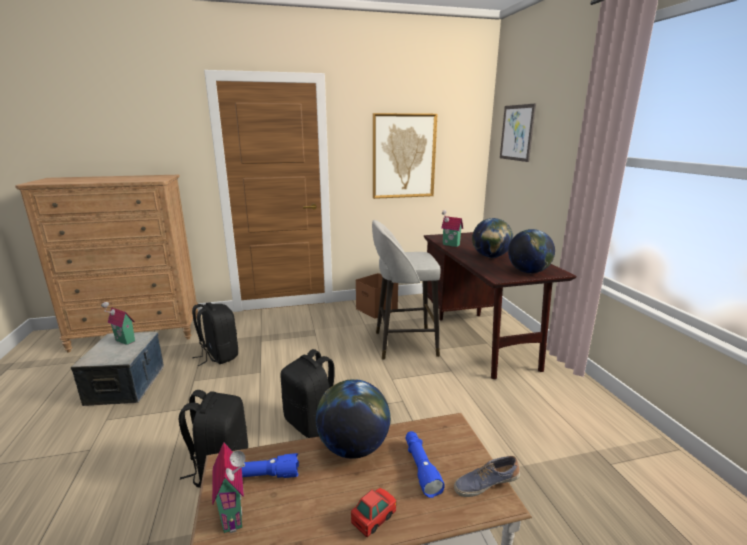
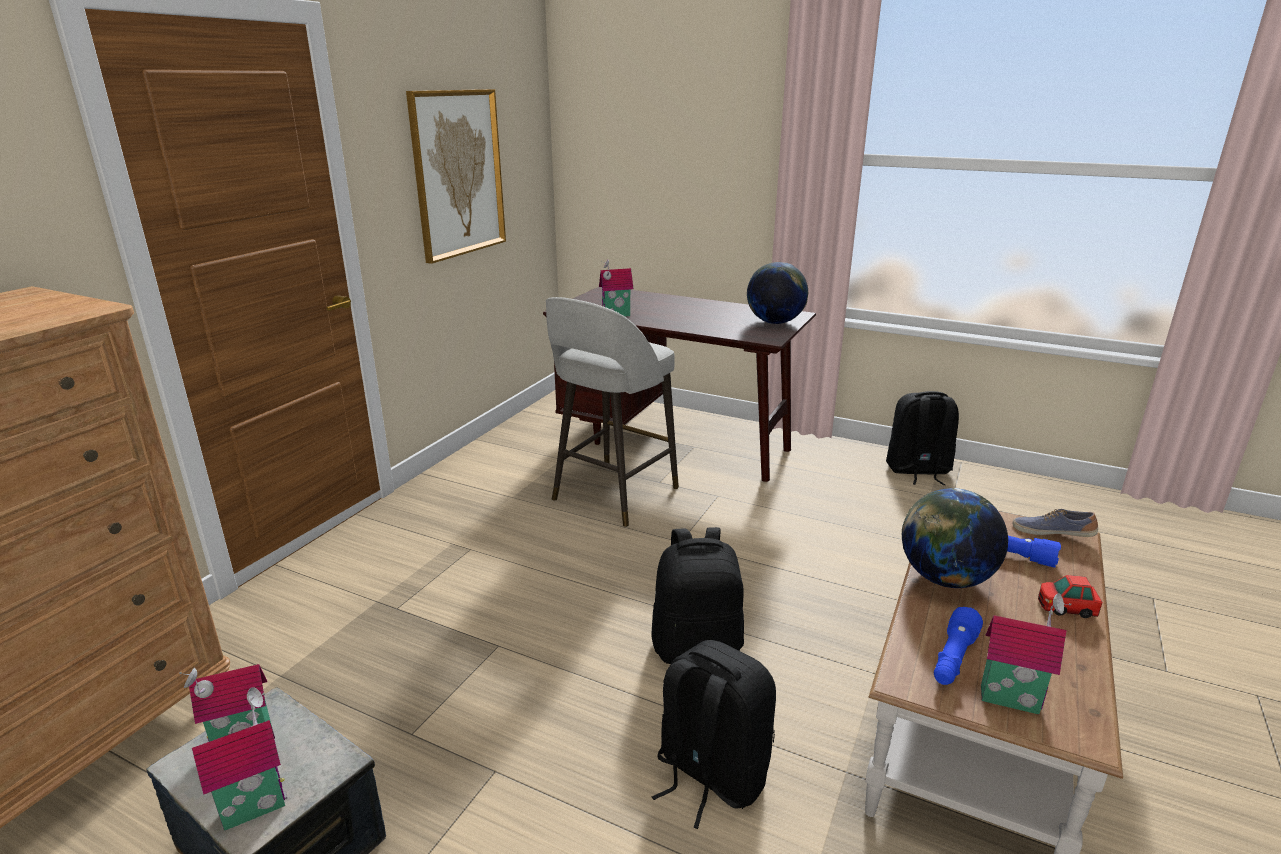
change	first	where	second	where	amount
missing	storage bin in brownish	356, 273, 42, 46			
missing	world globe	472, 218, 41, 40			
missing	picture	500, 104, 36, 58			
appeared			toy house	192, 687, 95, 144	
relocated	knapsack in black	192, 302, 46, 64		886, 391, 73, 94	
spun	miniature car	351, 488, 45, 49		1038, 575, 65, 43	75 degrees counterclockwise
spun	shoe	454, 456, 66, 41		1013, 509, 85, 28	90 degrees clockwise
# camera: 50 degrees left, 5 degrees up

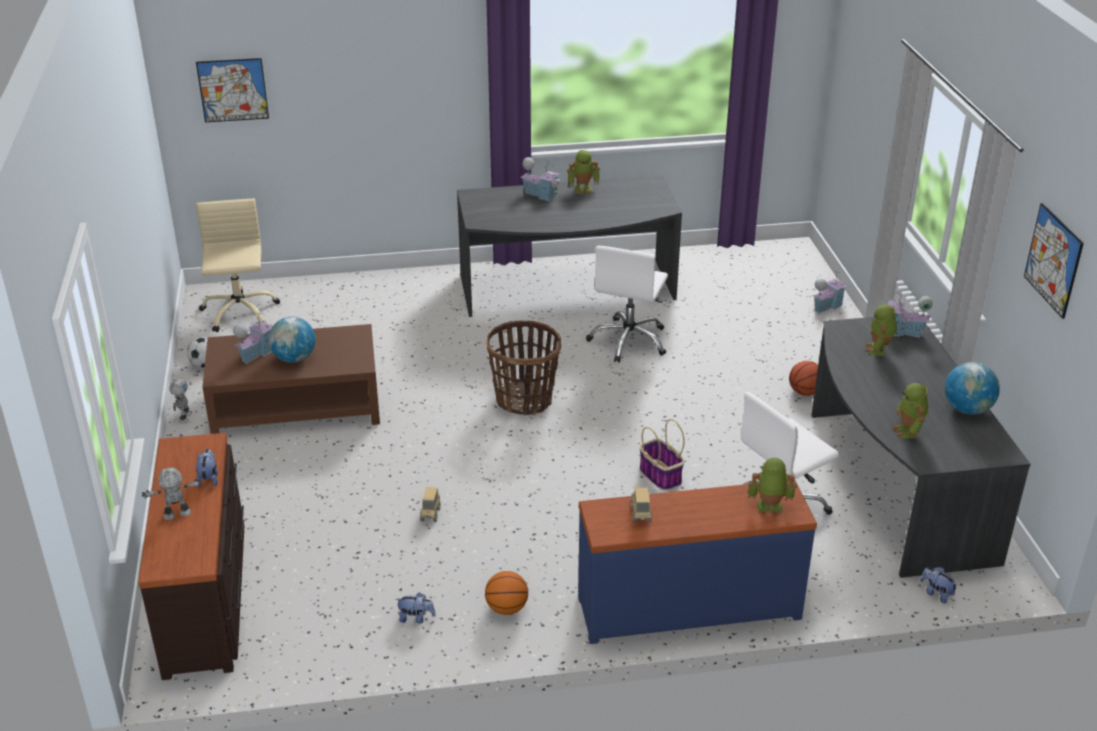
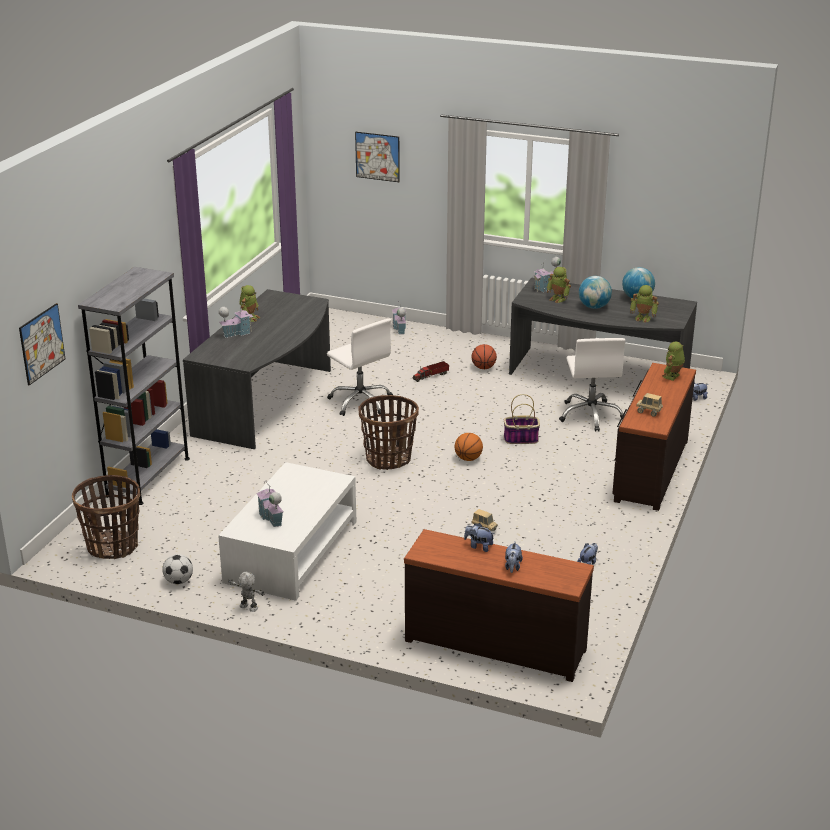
change	first	where	second	where	amount
appeared			shelving unit in greyish	78, 267, 112, 238	
appeared			toy lorry	413, 361, 36, 21	
relocated	world globe	269, 317, 46, 46		579, 276, 33, 33	
relocated	basketball	485, 571, 43, 44		455, 433, 28, 28	
relocated	picture	1024, 203, 60, 116		355, 132, 45, 50	
exchanged	robot figure	142, 467, 61, 53	plush toy	505, 542, 18, 31	
exchanged	computer chair in sand-coloured	196, 199, 84, 133	storage basket	72, 475, 68, 84	
colour	coffee table in brownish	202, 324, 178, 110	coffee table in whitish	218, 462, 138, 139	
colour	drawer chest in blue-coloured	578, 480, 239, 164	drawer chest in brownish	612, 363, 84, 148	
# camera: 60 degrees left, 5 degrees down

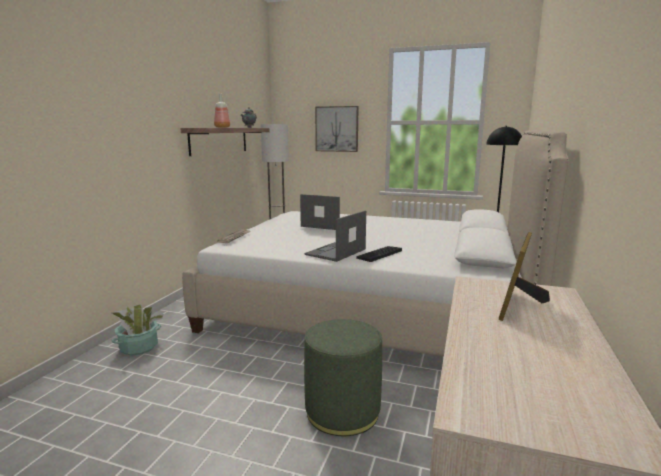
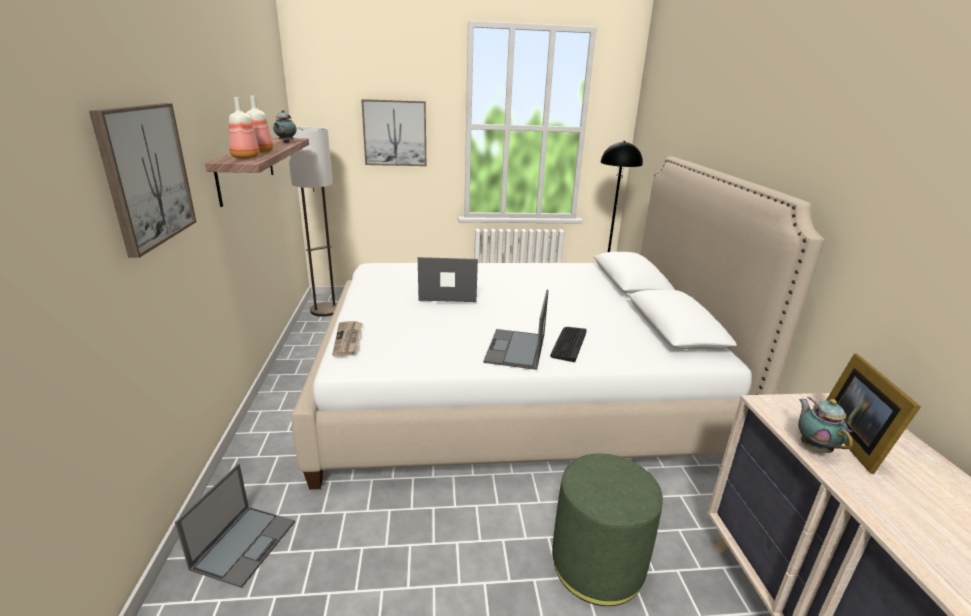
change	first	where	second	where	amount
appeared			picture	89, 103, 107, 155	
appeared			beverage bottle	229, 97, 31, 62	
appeared			pot for tea	798, 397, 55, 56	
exchanged	plant in a pot	111, 304, 53, 52	portable computer	175, 464, 120, 124	
# camera: 25 degrees left, 10 degrees up

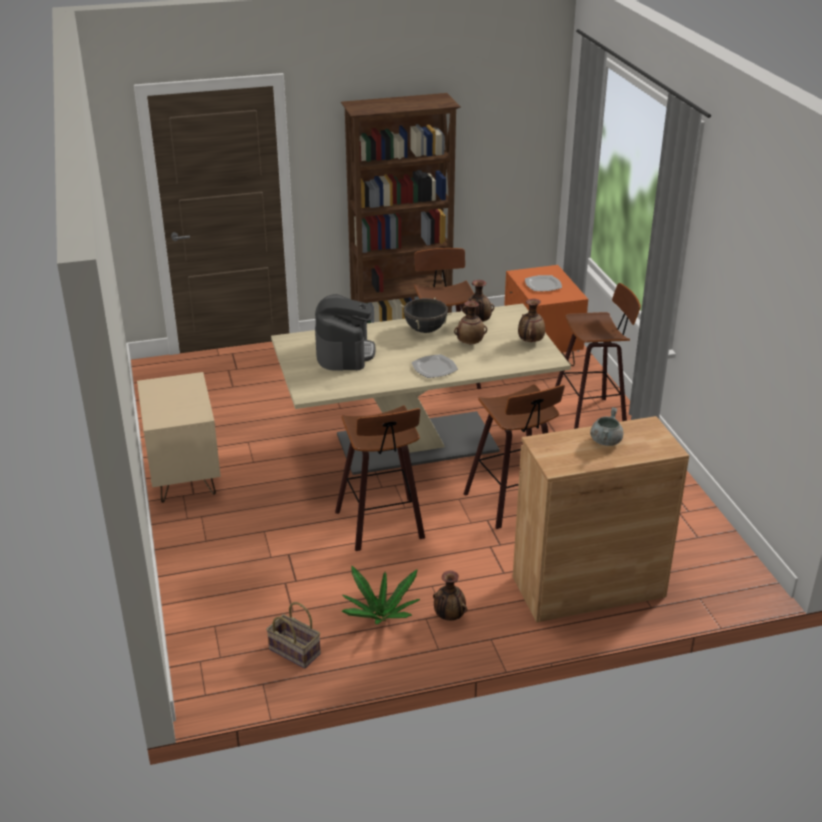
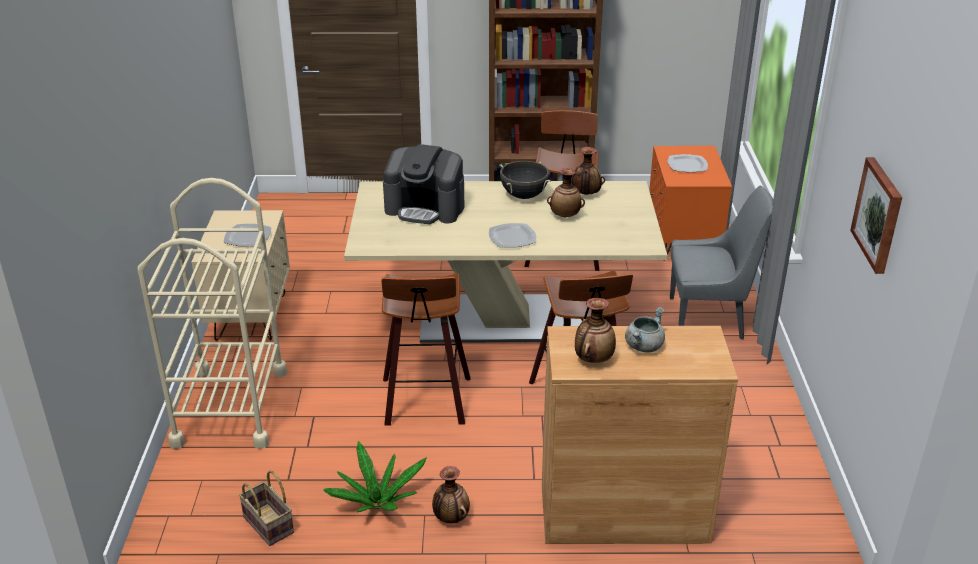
change	first	where	second	where	amount
appeared			trolley in sand-coloured	138, 178, 149, 271	
appeared			plate	224, 224, 47, 22	
appeared			picture	850, 157, 52, 117	
relocated	vase	518, 299, 27, 43		575, 298, 41, 65	
exchanged	stool	555, 283, 86, 146	chair in greyish	670, 186, 103, 154	
spun	coffee maker	315, 294, 60, 77		383, 144, 81, 80	90 degrees clockwise
# camera: 15 degrees right, 0 degrees up

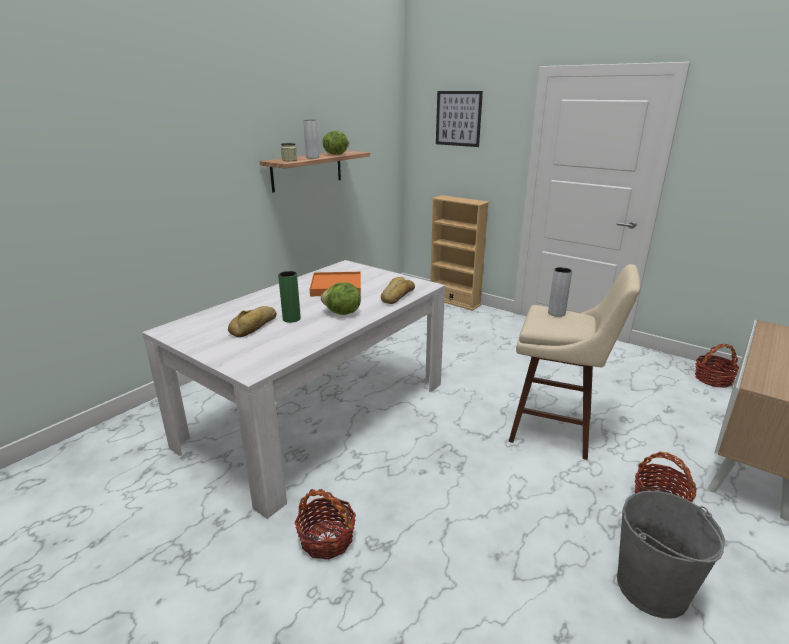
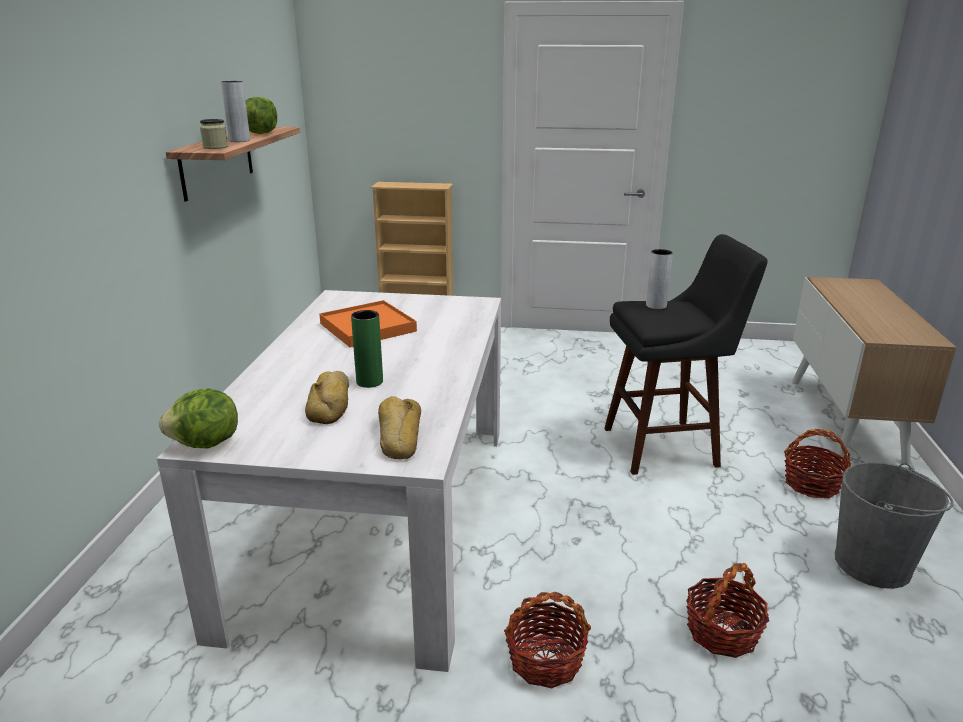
change	first	where	second	where	amount
missing	picture	436, 91, 47, 56			
relocated	lettuce	321, 282, 40, 33		159, 389, 79, 59	
relocated	baked bread	381, 277, 34, 27		378, 396, 43, 63	
relocated	storage basket	695, 344, 44, 44		686, 563, 83, 95	
colour	stool in sand-coloured	509, 264, 131, 196	stool in black	604, 234, 164, 241	
# camera: 30 degrees left, 0 degrees up

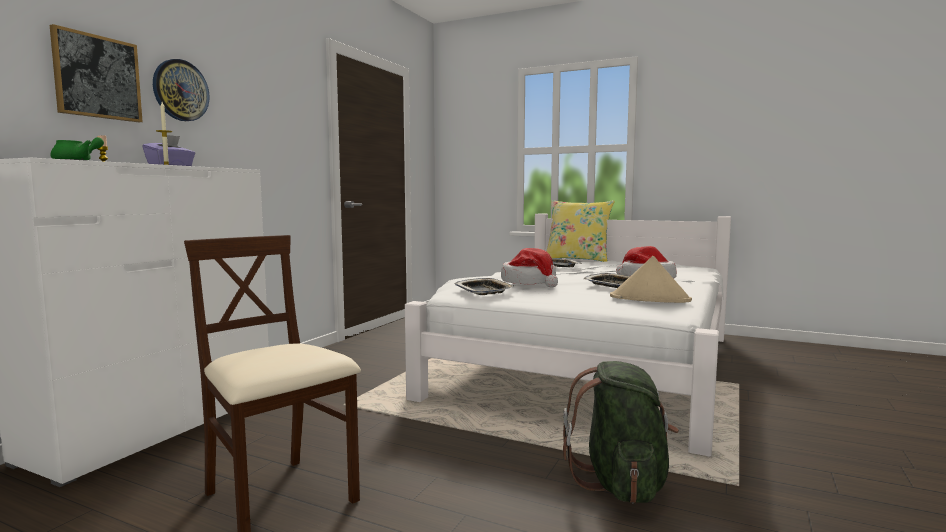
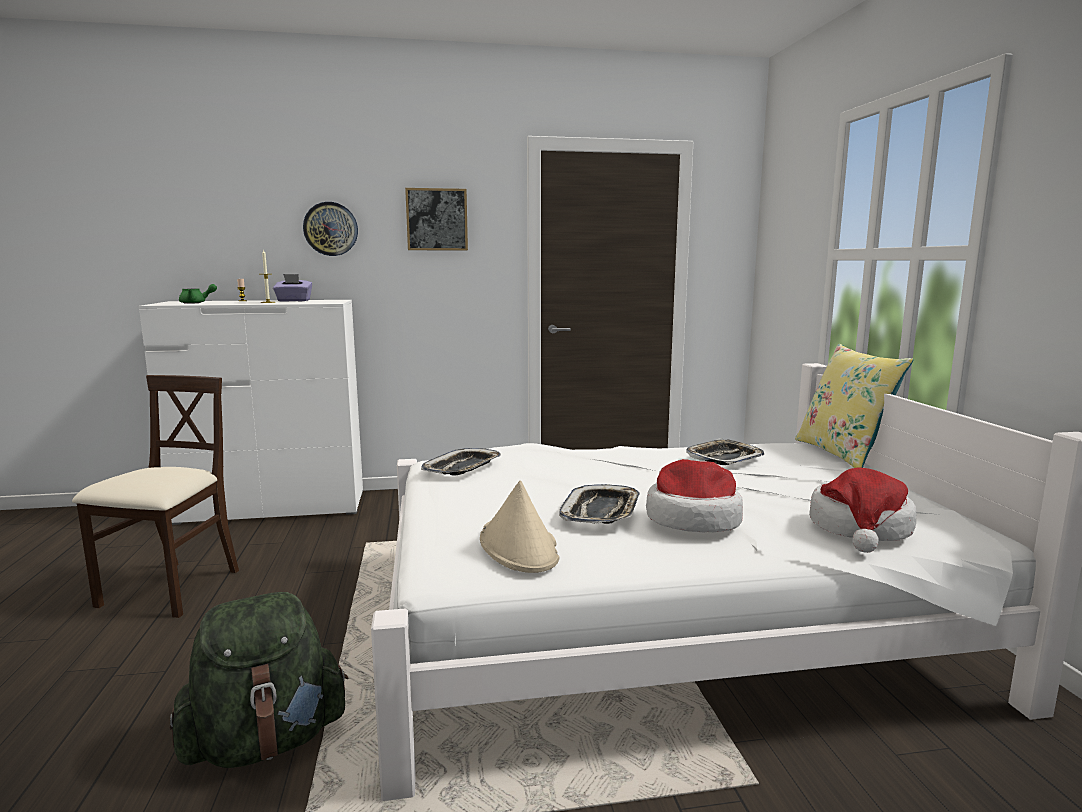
change	first	where	second	where	amount
relocated	picture	50, 24, 93, 98		405, 188, 63, 62	
relocated	clothing hat	501, 248, 57, 40		809, 468, 107, 85	
# camera: 55 degrees right, 5 degrees up

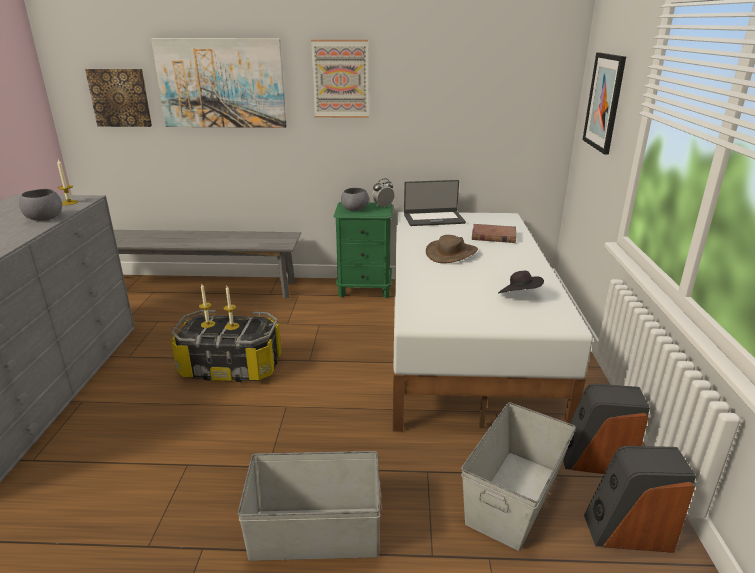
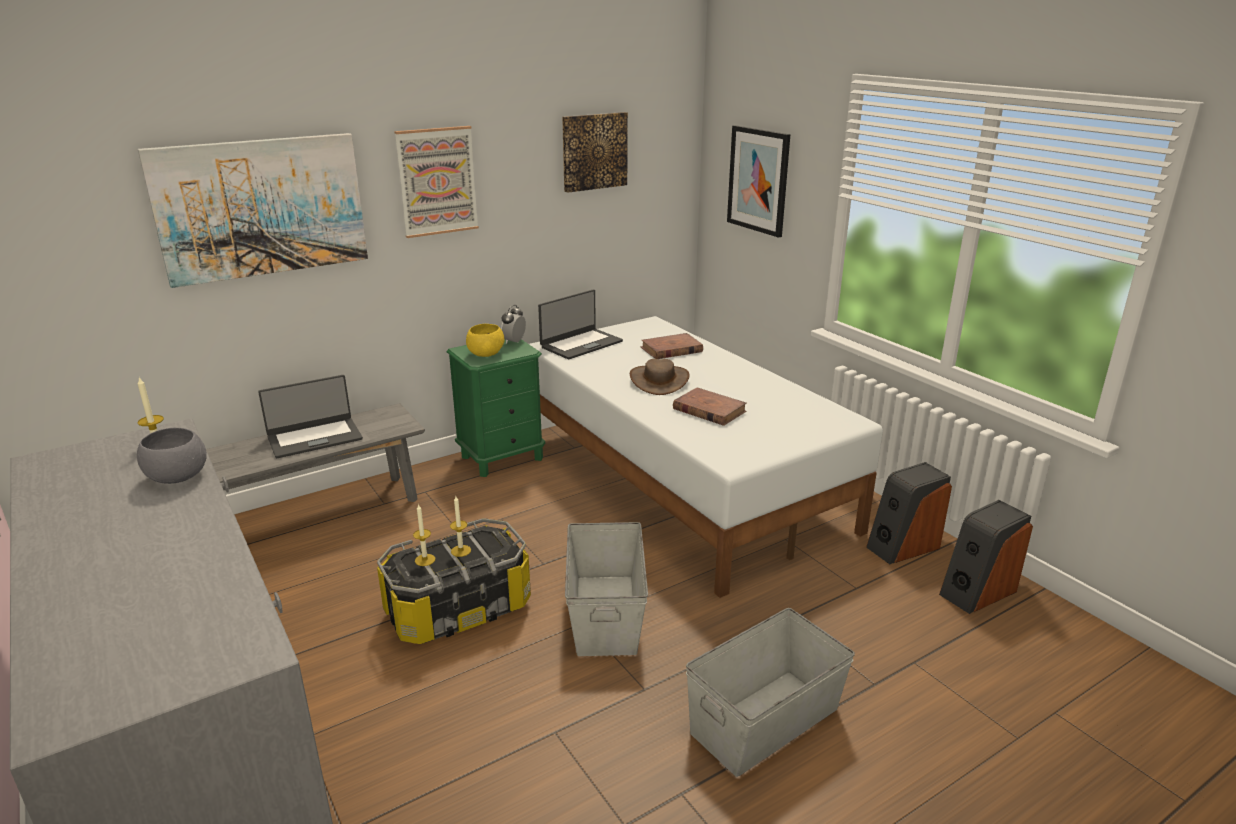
change	first	where	second	where	amount
missing	clothing hat in black	498, 271, 46, 22			
appeared			portable computer	258, 375, 105, 83	
appeared			bound book in brownish	673, 387, 74, 39	
relocated	picture	85, 69, 67, 58		562, 112, 66, 81	
relocated	storage bin in greyish	461, 402, 115, 149		565, 522, 83, 134	
colour	deep dish in greyish	341, 188, 28, 23	deep dish in yellow	466, 324, 39, 33	
# camera: 35 degrees left, 0 degrees up

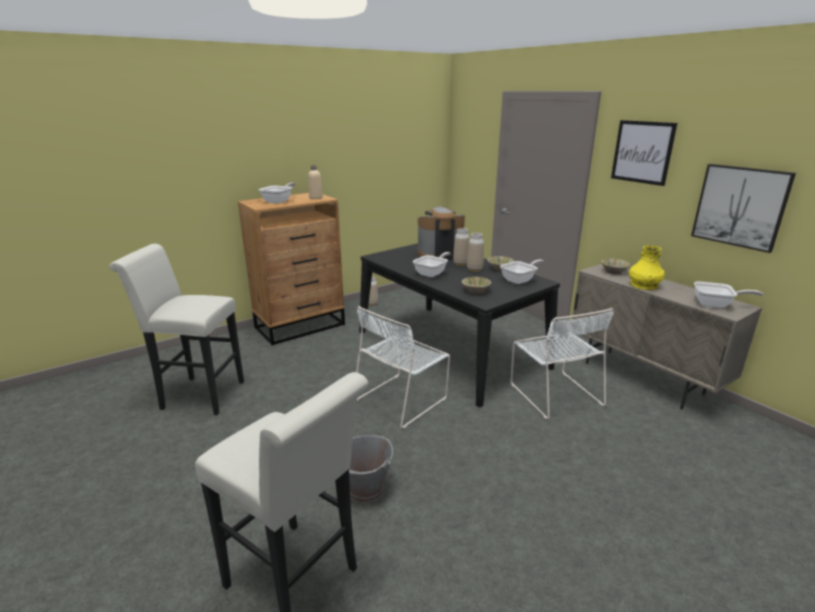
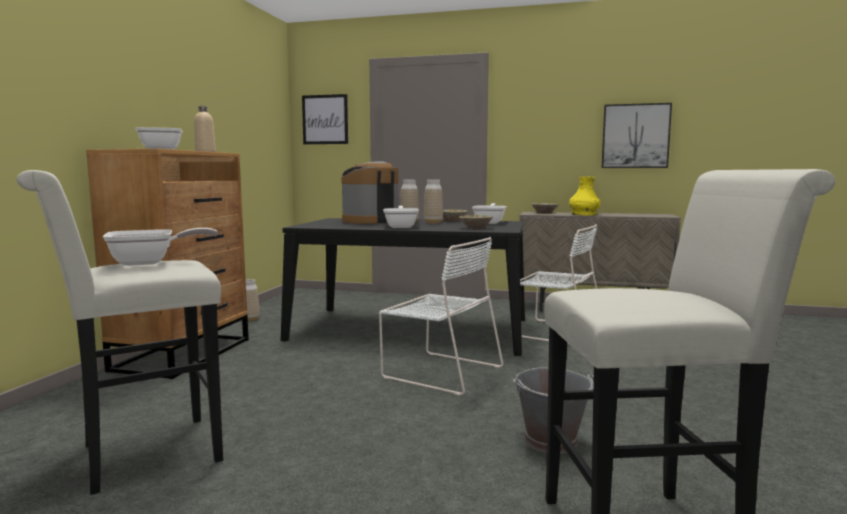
change	first	where	second	where	amount
relocated	picture	611, 120, 66, 66		302, 94, 46, 50	
relocated	frying pan	694, 281, 70, 27		103, 228, 115, 38	
spun	chair in whitish	356, 306, 94, 122		379, 237, 124, 159	60 degrees counterclockwise
# camera: 40 degrees left, 15 degrees down

